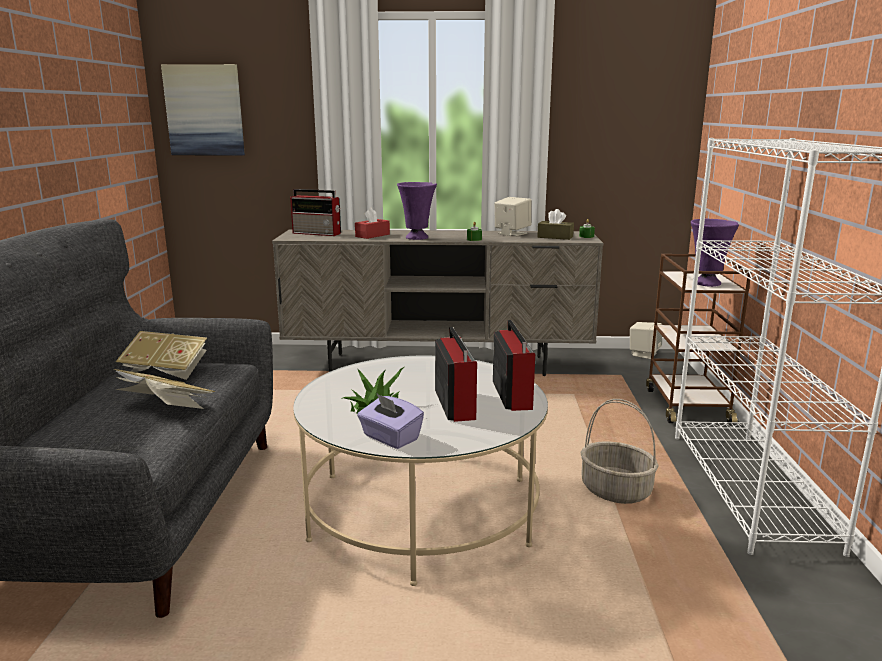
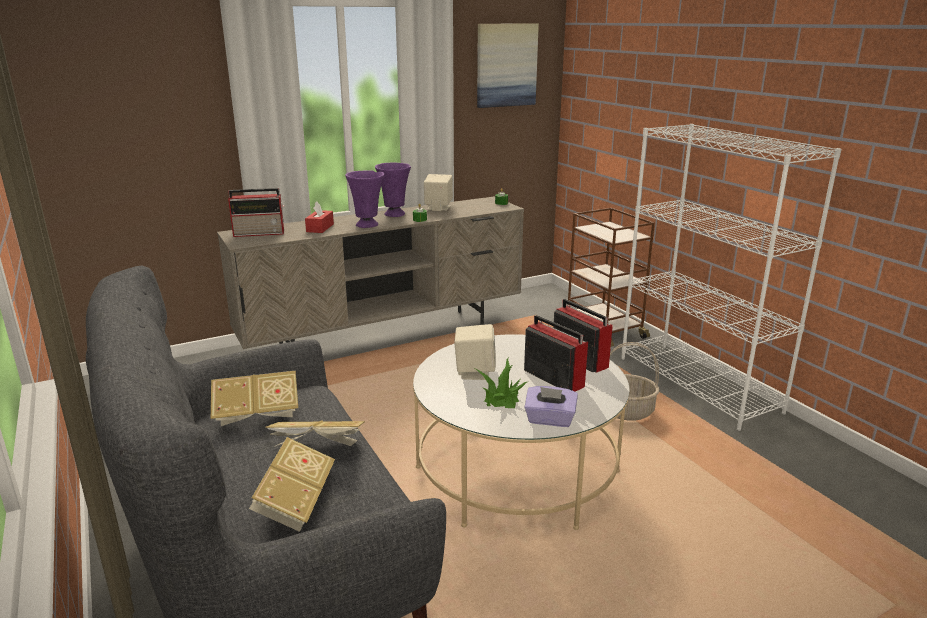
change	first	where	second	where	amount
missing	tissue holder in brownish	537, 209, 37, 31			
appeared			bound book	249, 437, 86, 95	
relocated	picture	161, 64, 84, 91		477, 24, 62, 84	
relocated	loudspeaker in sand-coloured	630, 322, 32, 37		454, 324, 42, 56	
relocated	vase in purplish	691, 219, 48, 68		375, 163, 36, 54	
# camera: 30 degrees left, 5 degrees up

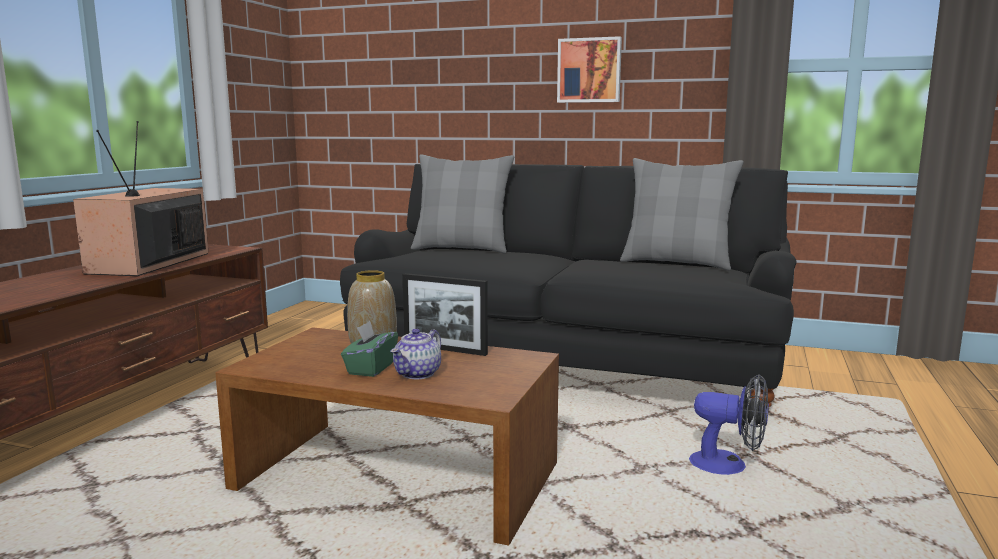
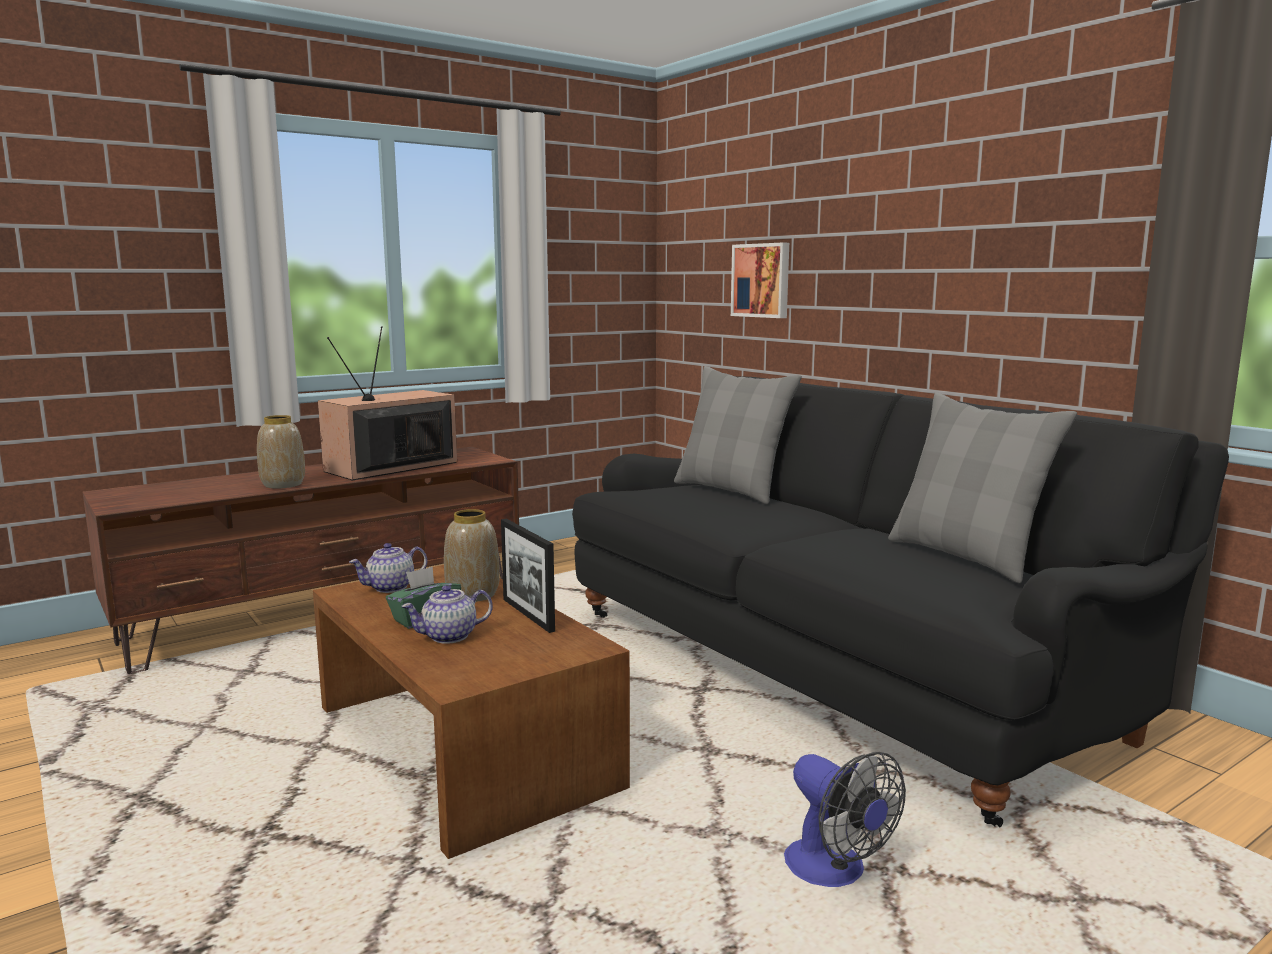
change	first	where	second	where	amount
appeared			vase	257, 415, 48, 74	
appeared			pot for tea	349, 543, 78, 50	
relocated	picture	557, 36, 65, 67		731, 243, 58, 75	
# camera: 35 degrees right, 0 degrees up

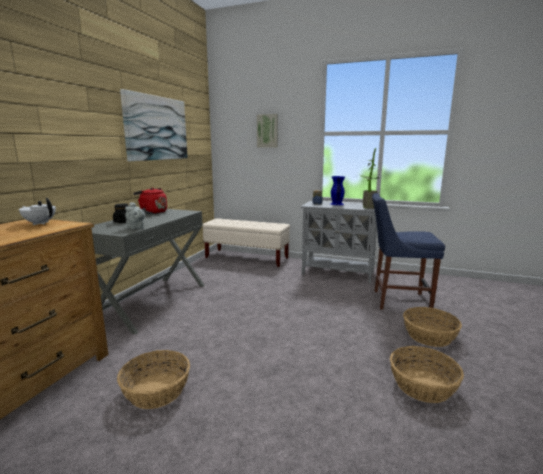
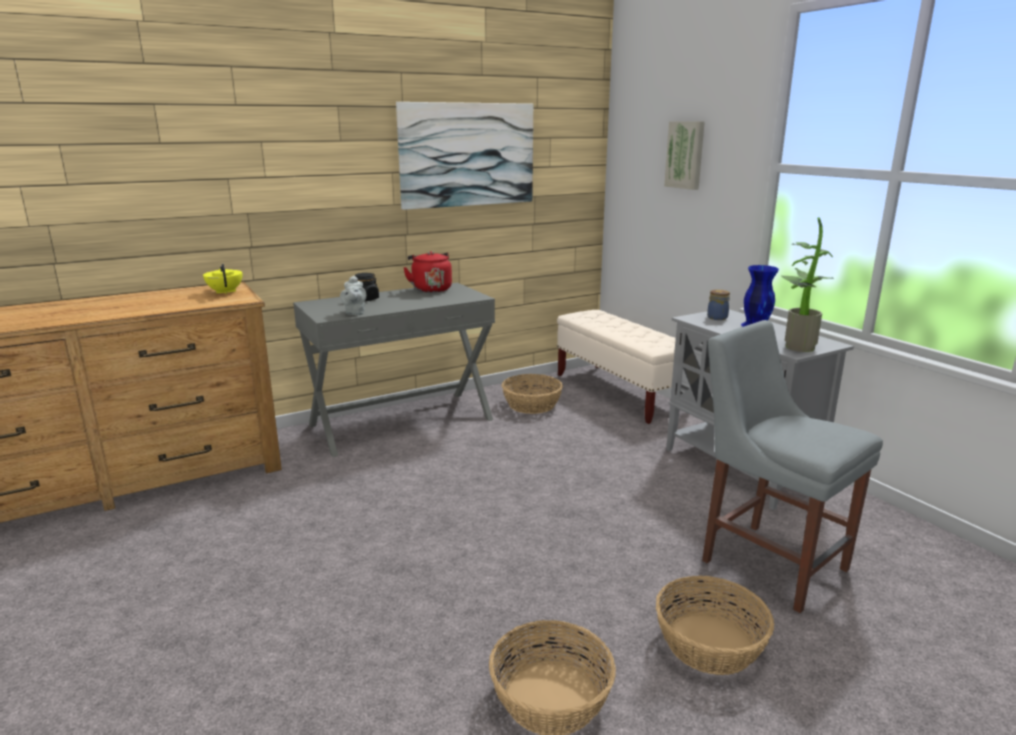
change	first	where	second	where	amount
relocated	storage basket	117, 350, 73, 59		502, 374, 61, 40	
colour	pot for tea in whitish	19, 198, 37, 27	pot for tea in yellow	203, 264, 40, 30	
colour	chair in blue-coloured	372, 193, 73, 119	chair in greyish	702, 320, 181, 293	
# camera: 40 degrees right, 5 degrees up

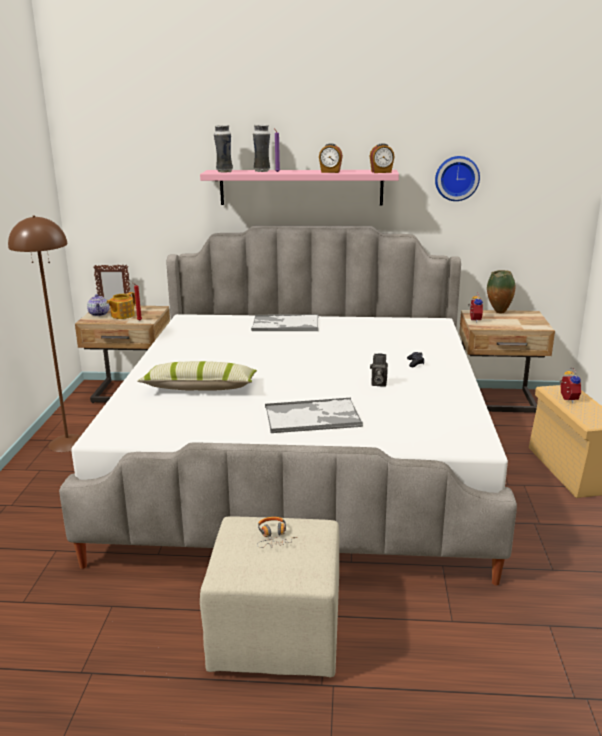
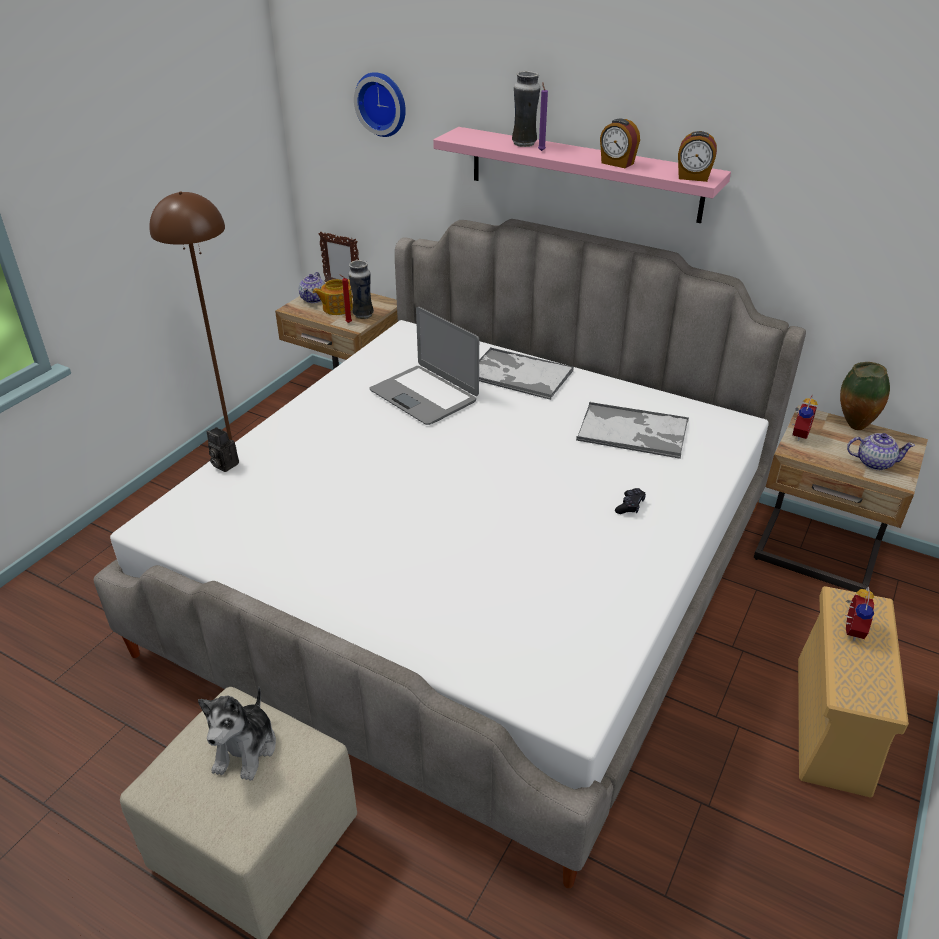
change	first	where	second	where	amount
missing	throw pillow	137, 361, 120, 30			
appeared			portable computer	369, 307, 110, 118	
appeared			pot for tea	847, 433, 68, 37	
relocated	vase	214, 125, 19, 48		349, 260, 25, 59	
relocated	serving tray	265, 398, 98, 35		576, 402, 113, 57	
relocated	still camera	370, 353, 18, 34		207, 427, 32, 45	
relocated	clock on the wall	435, 156, 45, 45		354, 72, 52, 65	
exchanged	pair of headphones	257, 517, 40, 31	plush toy	198, 686, 78, 95	
# camera: 25 degrees right, 15 degrees up

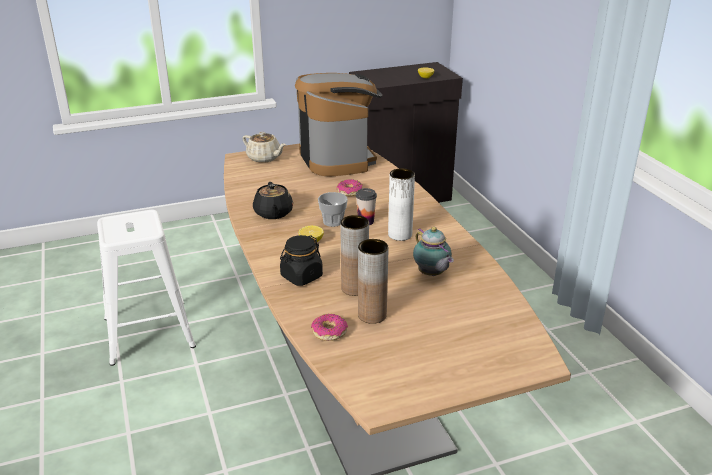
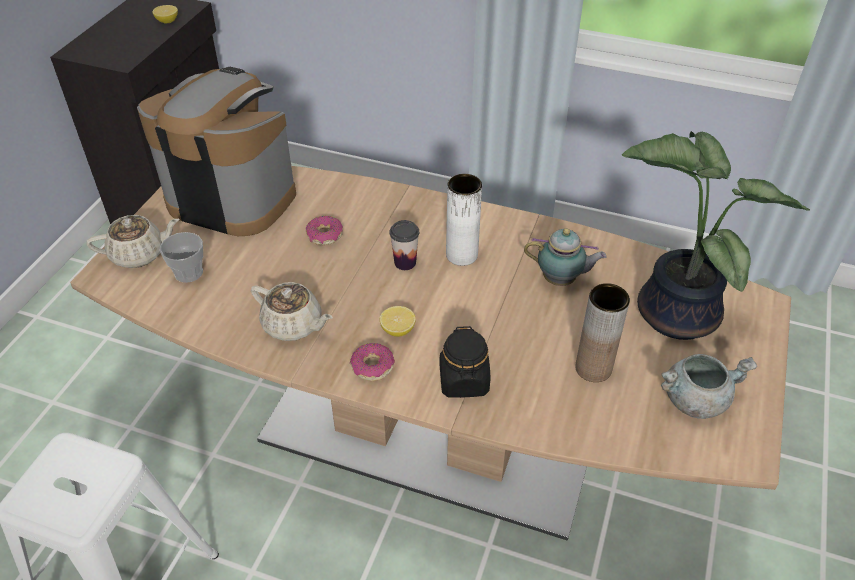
change	first	where	second	where	amount
missing	vase in brownish	340, 215, 29, 81			
appeared			plant in a pot	622, 131, 188, 209	
appeared			cooking pot in greyish	661, 354, 96, 65	
relocated	doughnut	311, 314, 37, 27		350, 343, 45, 38	
relocated	small cup	318, 192, 30, 35		160, 232, 43, 51	
colour	pot for tea in black	253, 182, 40, 37	pot for tea in sand-coloured	251, 282, 82, 59	
# camera: 50 degrees left, 15 degrees up

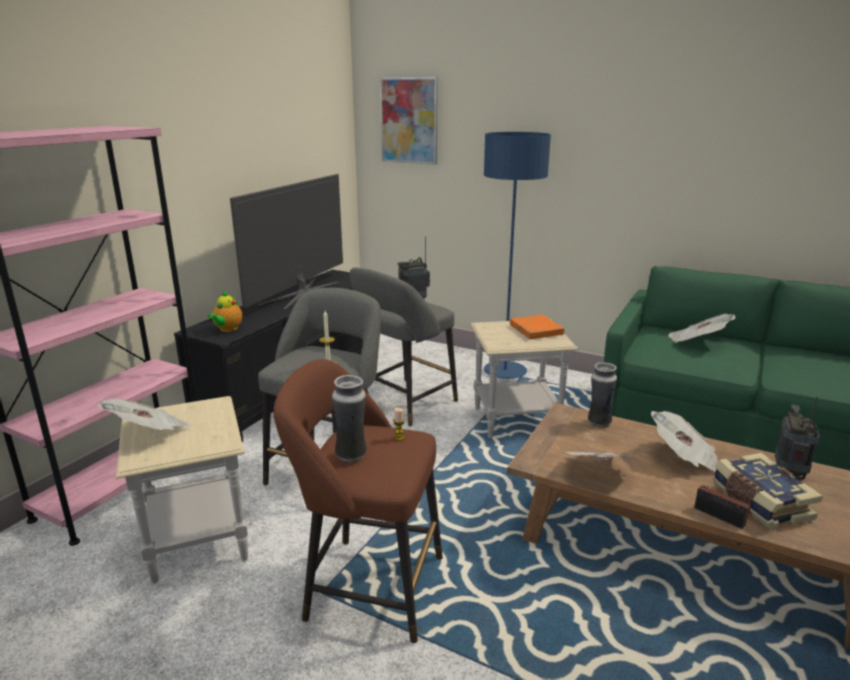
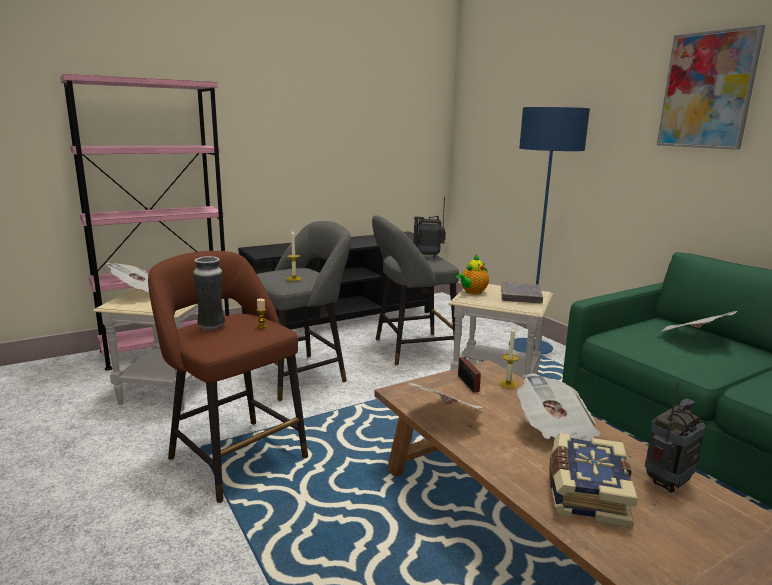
change	first	where	second	where	amount
missing	television	230, 174, 113, 136			
relocated	pot for tea	208, 290, 34, 42		456, 254, 33, 41	
relocated	picture	380, 77, 58, 88		657, 25, 108, 125	
relocated	radio receiver	694, 485, 66, 44		458, 357, 25, 36	
exchanged	vase	588, 362, 29, 66	wax candle	499, 326, 20, 63	
colour	bound book in orange	510, 315, 54, 24	bound book in greyish	501, 282, 42, 21	
# camera: 30 degrees right, 5 degrees down

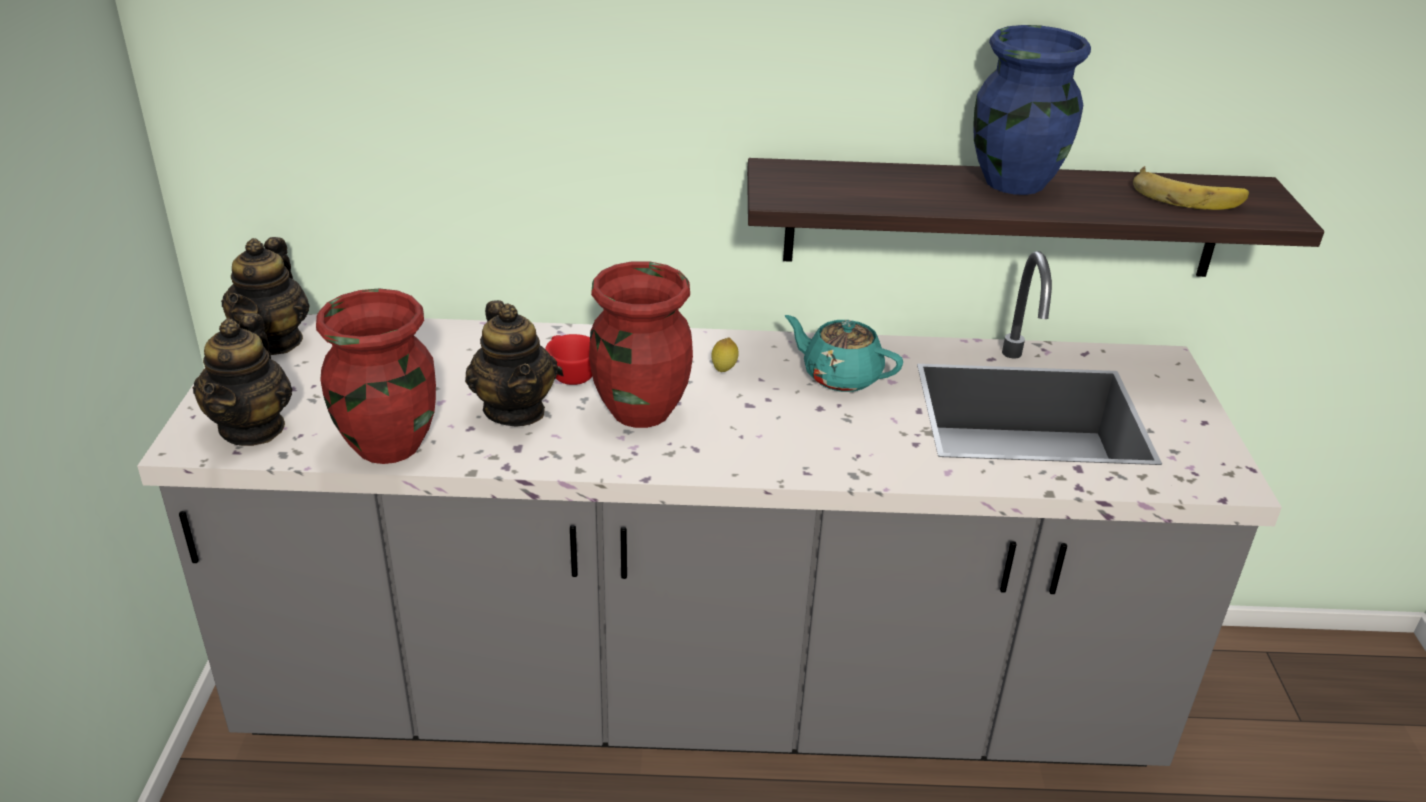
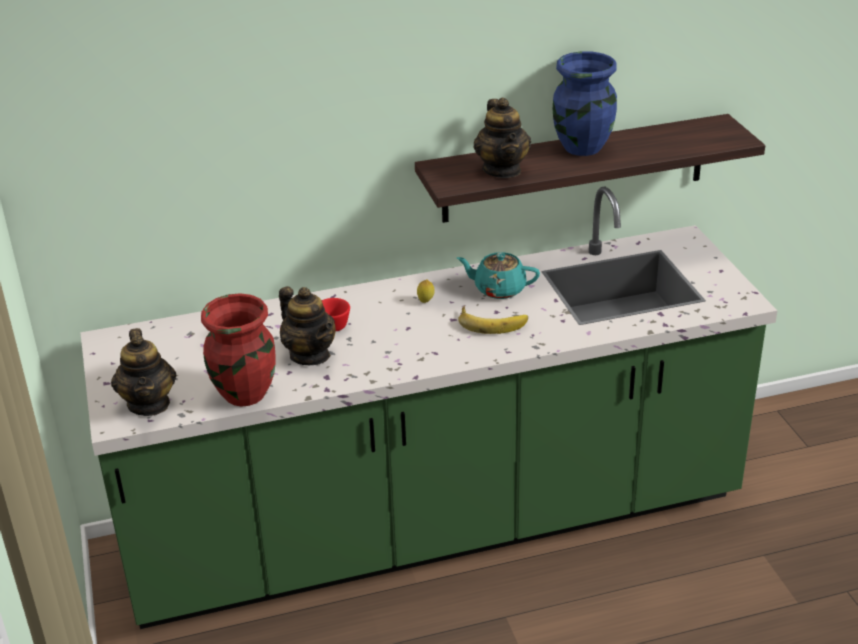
change	first	where	second	where	amount
missing	vase in reddish	589, 261, 104, 167			
relocated	pot for tea	221, 237, 89, 118		473, 98, 58, 80	
relocated	whole banana	1133, 166, 116, 44		458, 305, 70, 29	
colour	counter in greyish	137, 251, 1145, 516	counter in greenish	80, 187, 697, 442	
# camera: 15 degrees left, 0 degrees up

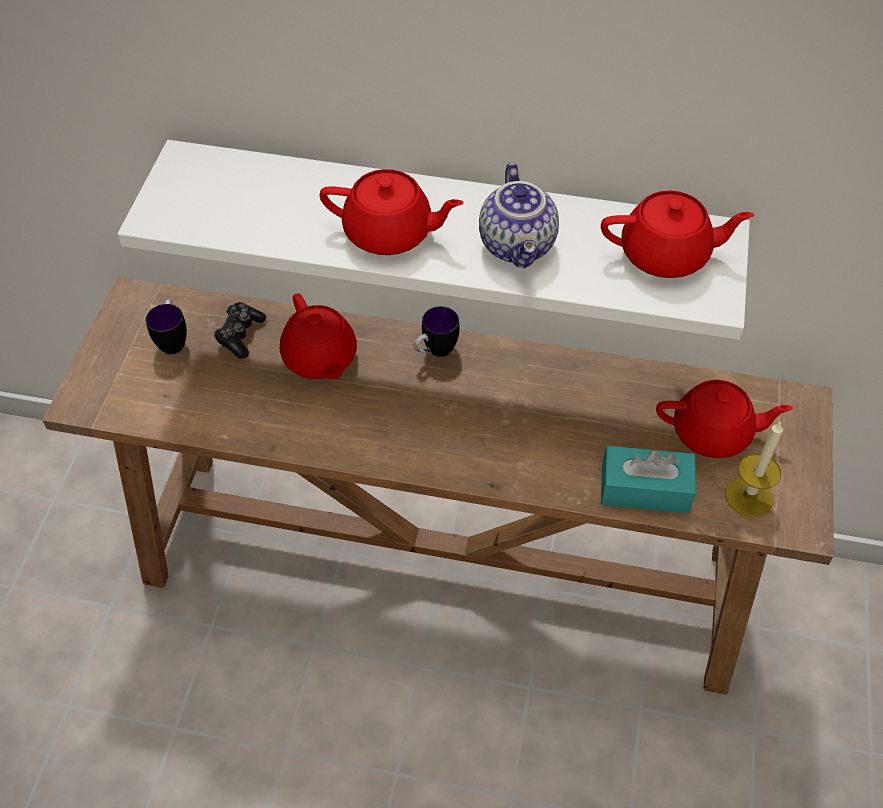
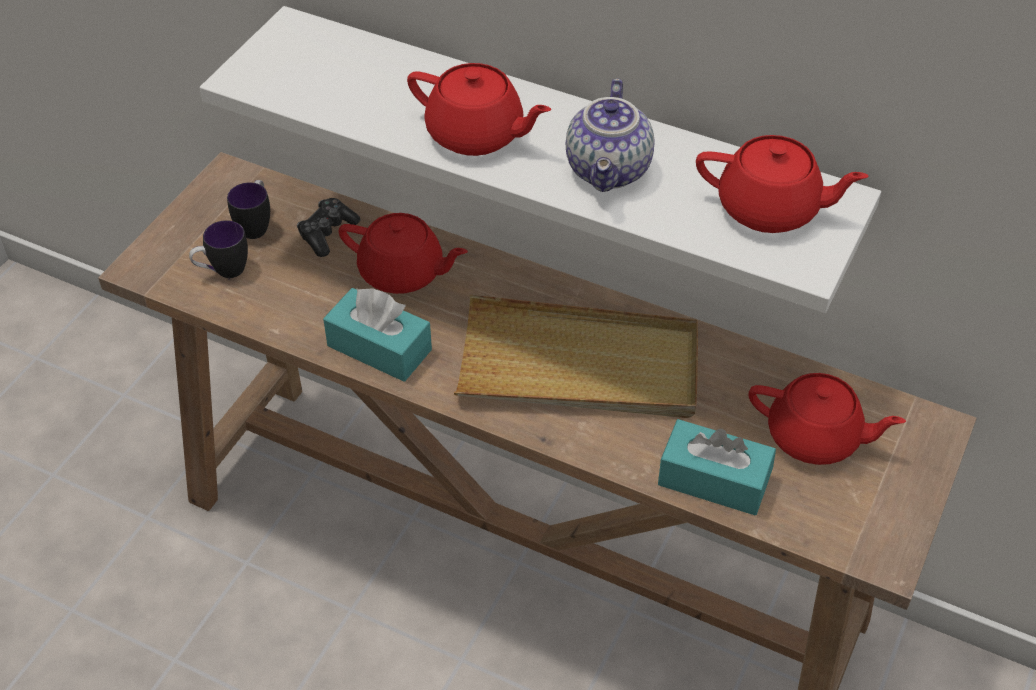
change	first	where	second	where	amount
missing	wax candle	725, 421, 58, 96			
appeared			tissue holder in turquoise	323, 288, 109, 94	
appeared			serving tray in sand-coloured	454, 295, 244, 123	
relocated	tea mug	414, 306, 45, 51		189, 220, 59, 58	
spun	pot for tea in reddish	280, 293, 77, 87		338, 213, 130, 81	60 degrees counterclockwise
# camera: 15 degrees right, 5 degrees down

